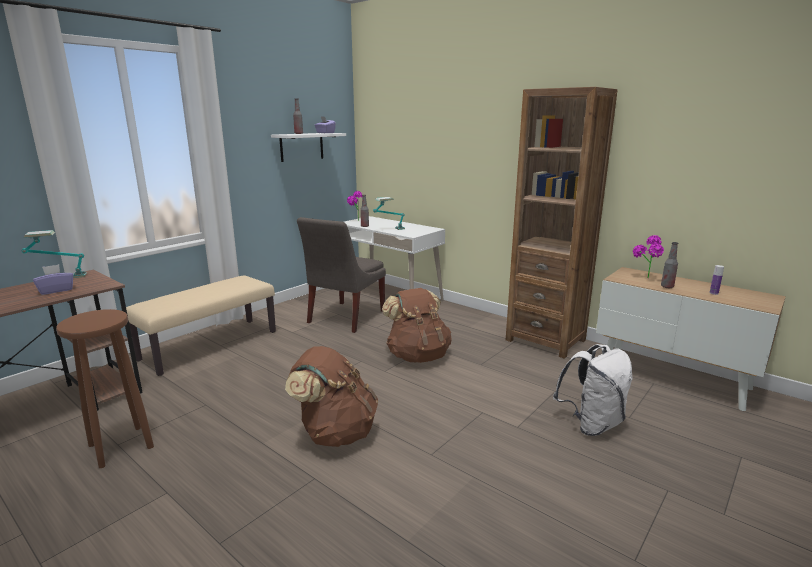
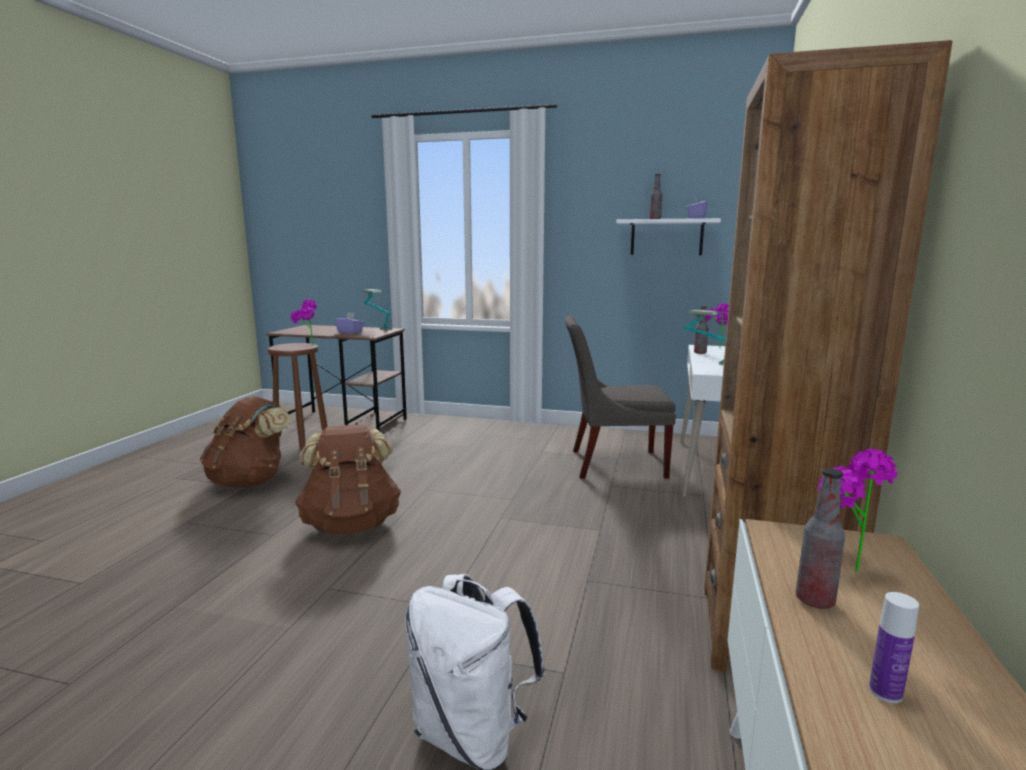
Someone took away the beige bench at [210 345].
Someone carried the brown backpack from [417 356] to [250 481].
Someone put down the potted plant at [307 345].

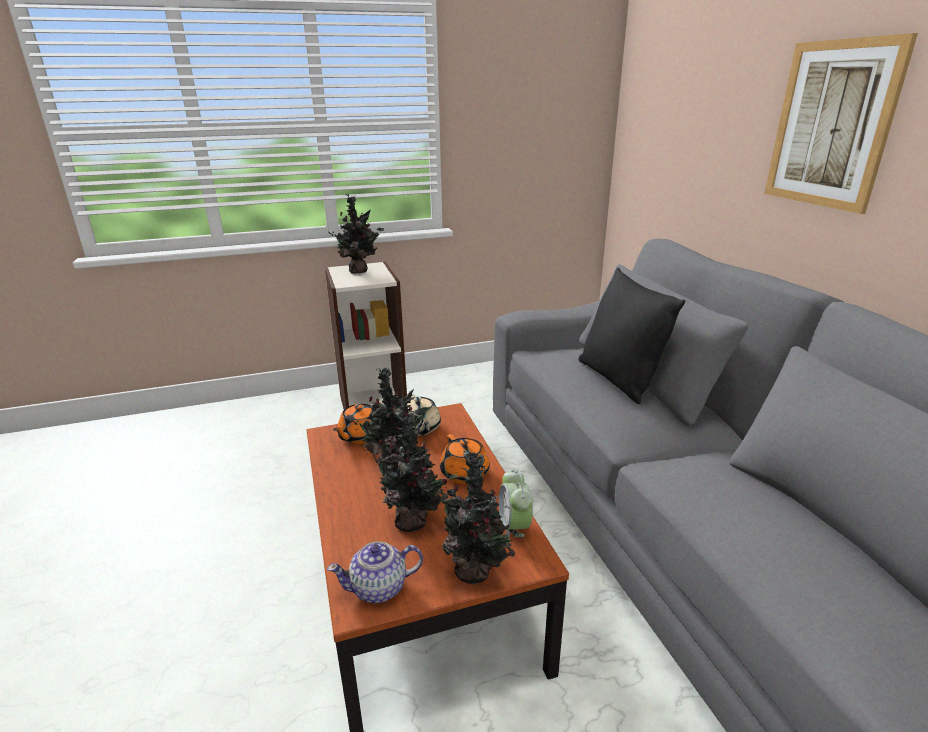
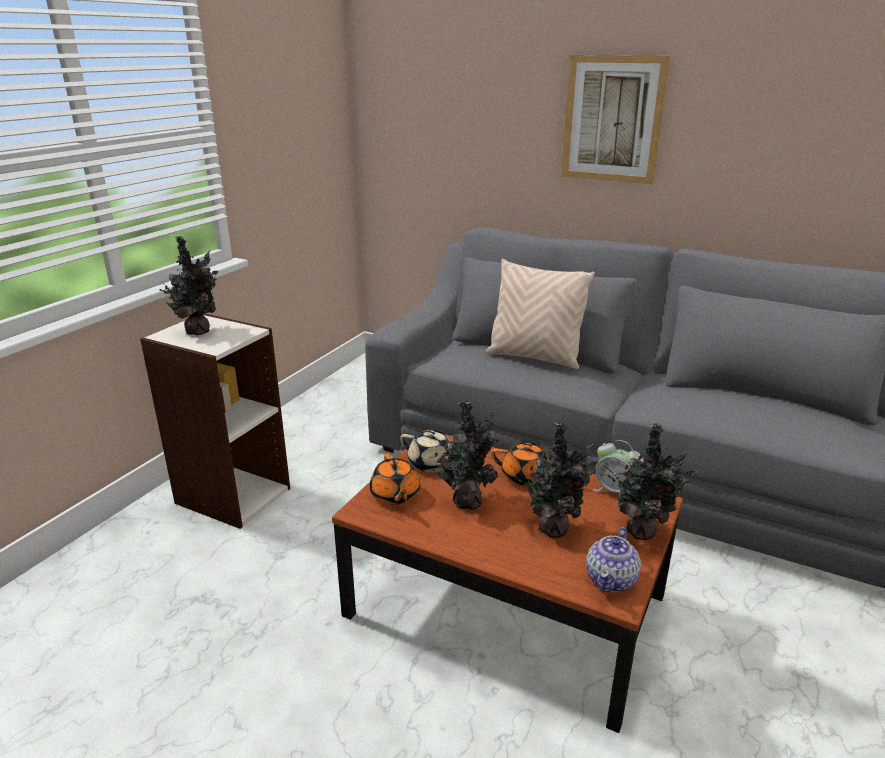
Someone repainted the black pillow at [618 379], which became the beige pillow at [534 357].

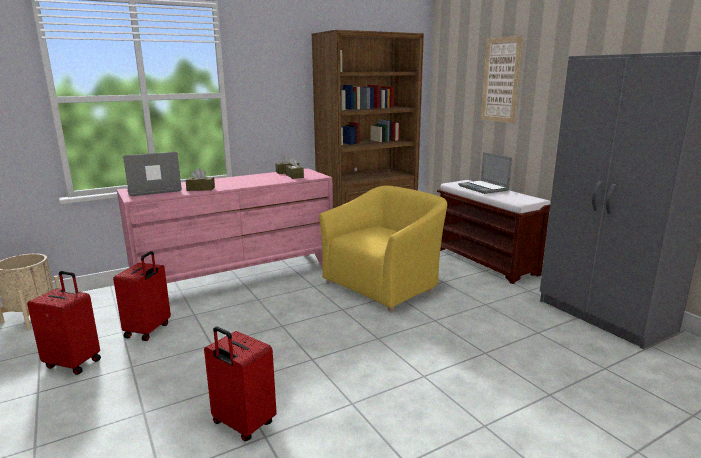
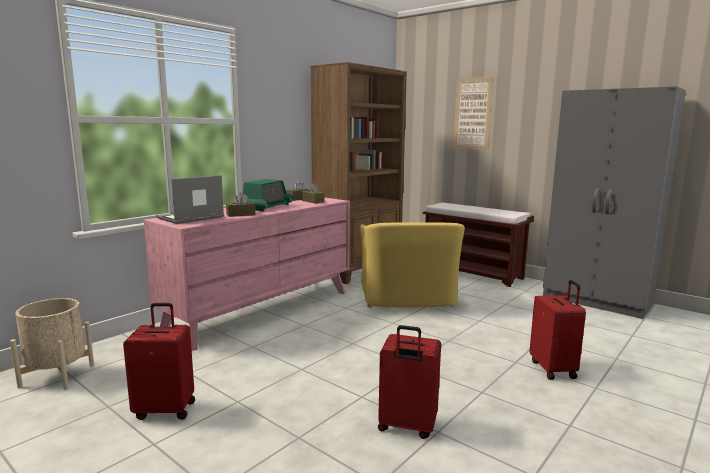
Someone took away the laptop at [484 188].
Someone rotated the yellow armchair at [384 284] by 150 degrees clockwise.
Someone carried the red suitcase from [148 330] to [554 369].
Someone put down the radio at [267 207].

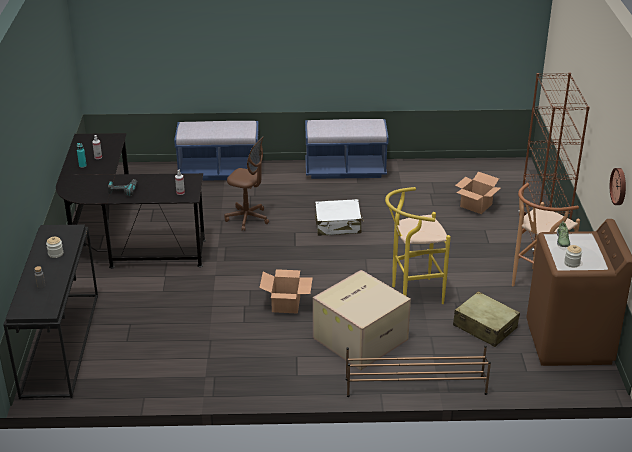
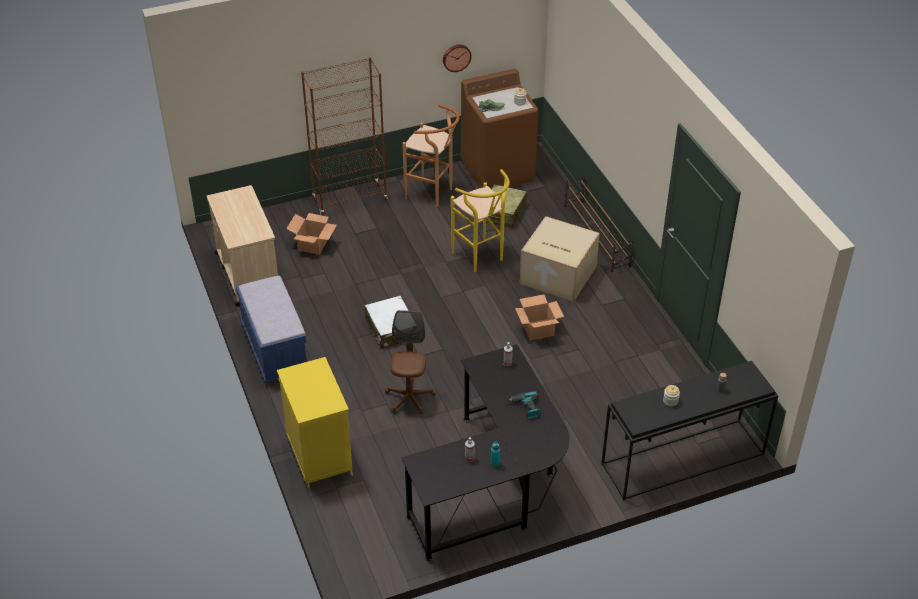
Someone swapped the blue bench at [219 172] for the yellow cabinet at [319 455].
Someone put down the beige cart at [247 273].

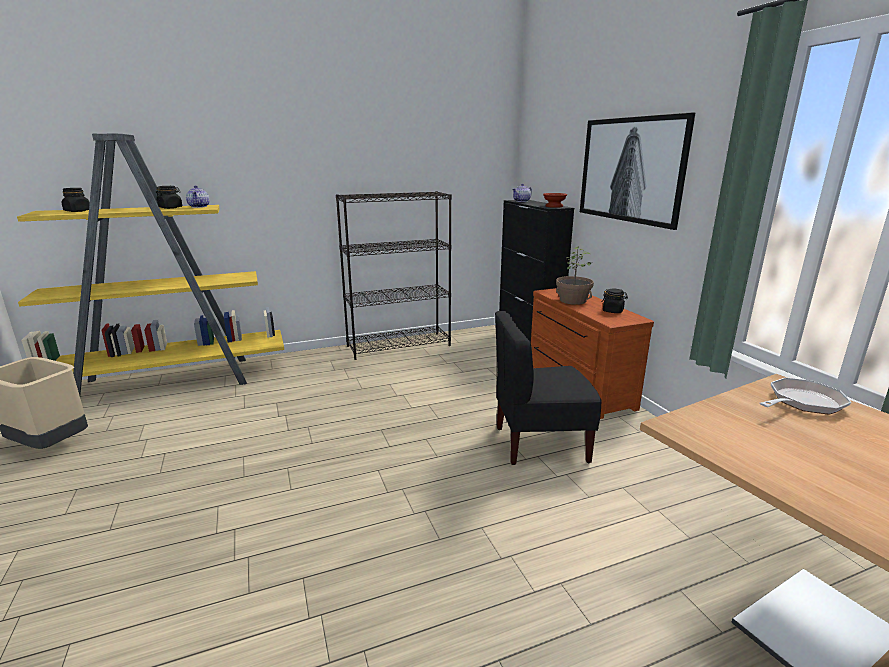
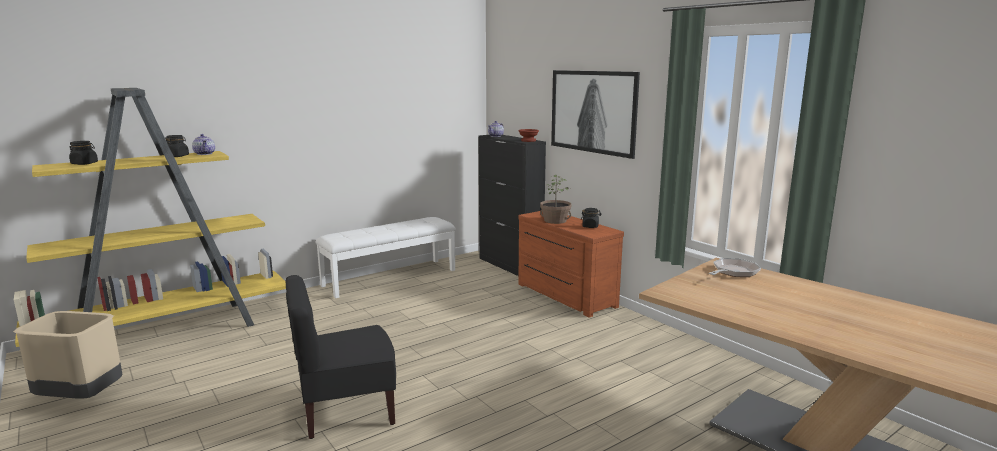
Someone swapped the black bookcase at [399 345] for the white bench at [390 277].
Someone carried the black chair from [540 444] to [347 411].

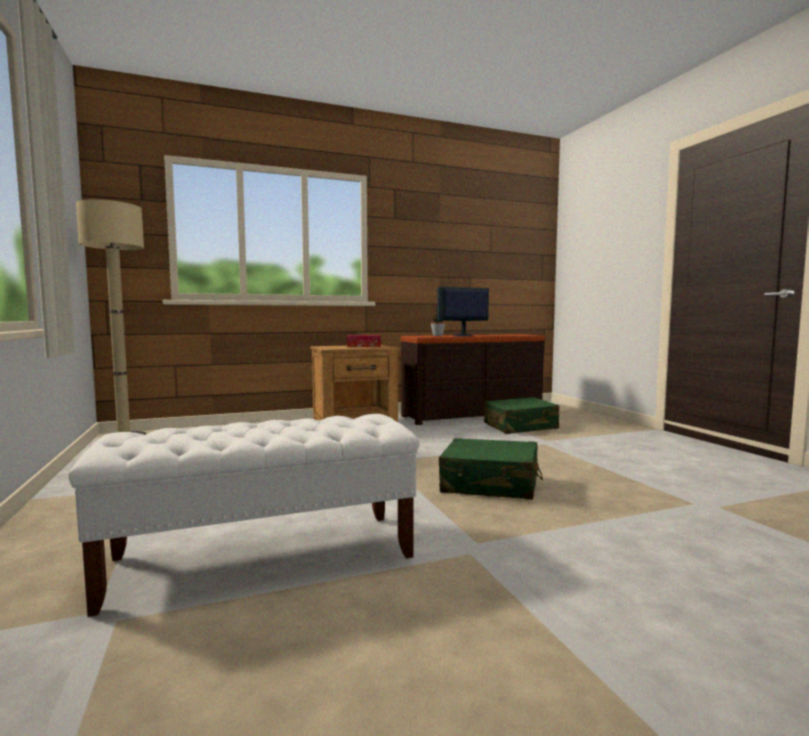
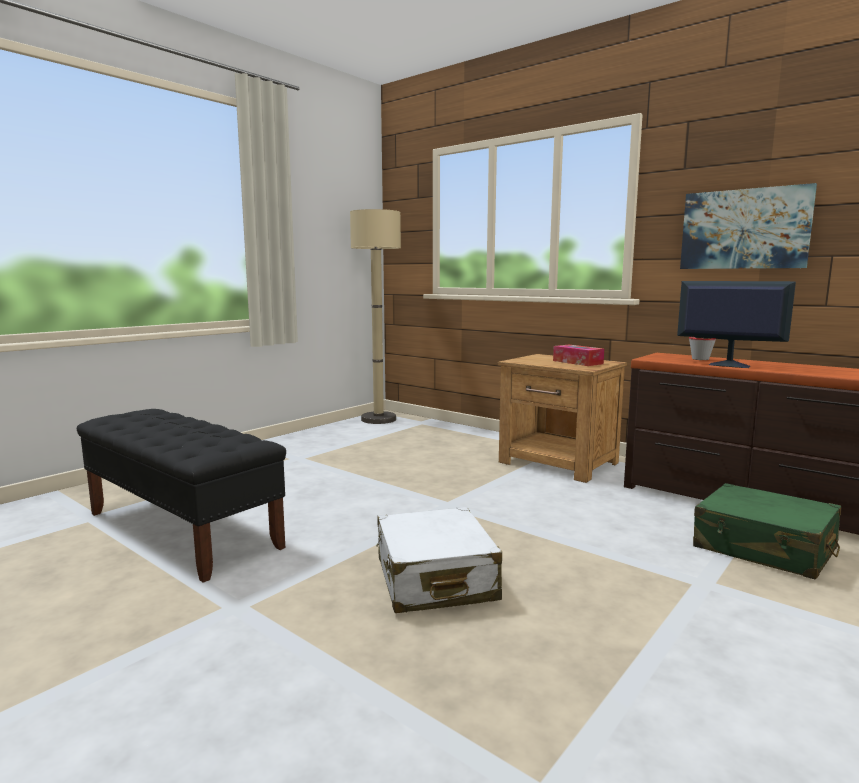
Someone repainted the white bench at [264 557], which became the black bench at [182 530].
Someone repainted the green suitcase at [490 484], which became the white suitcase at [434 579].
Someone put up the picture at [744 229].

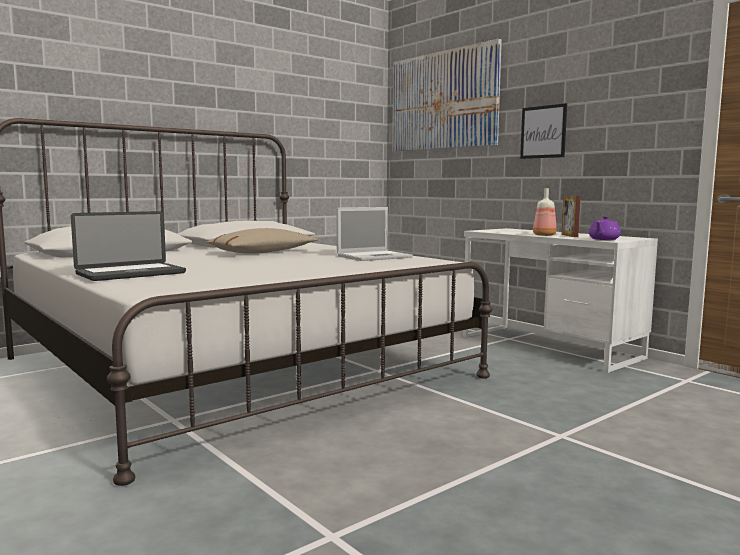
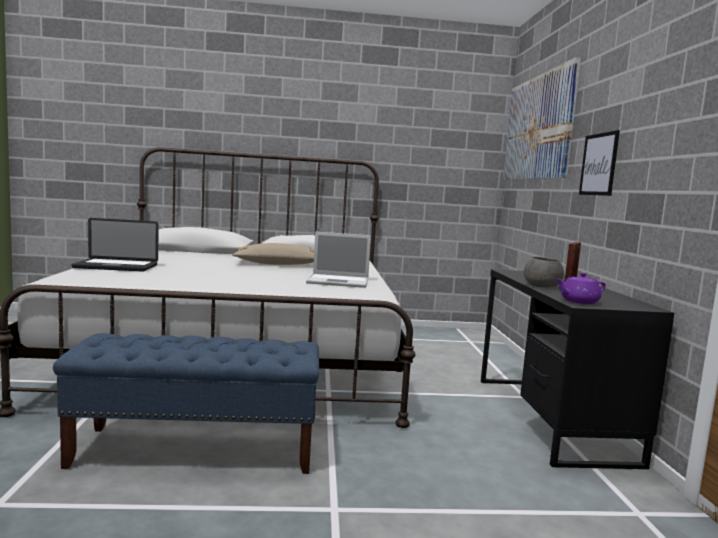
Someone swapped the bottle at [543 235] for the grey bowl at [541 286].
Someone repainted the white desk at [549 346], which became the black desk at [549 418].
Someone put down the blue bench at [198 449].

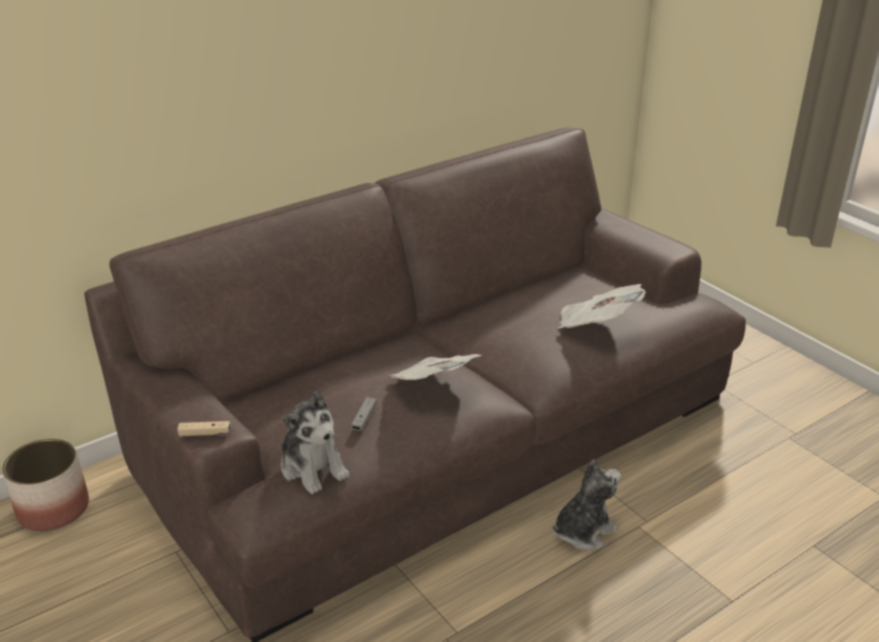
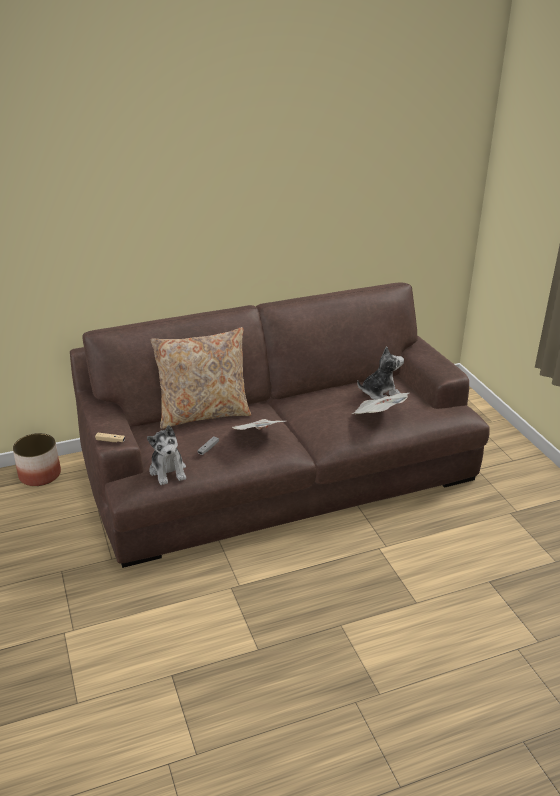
Someone carried the plush toy from [583 531] to [379 392].
Someone put down the beige pillow at [203 413].

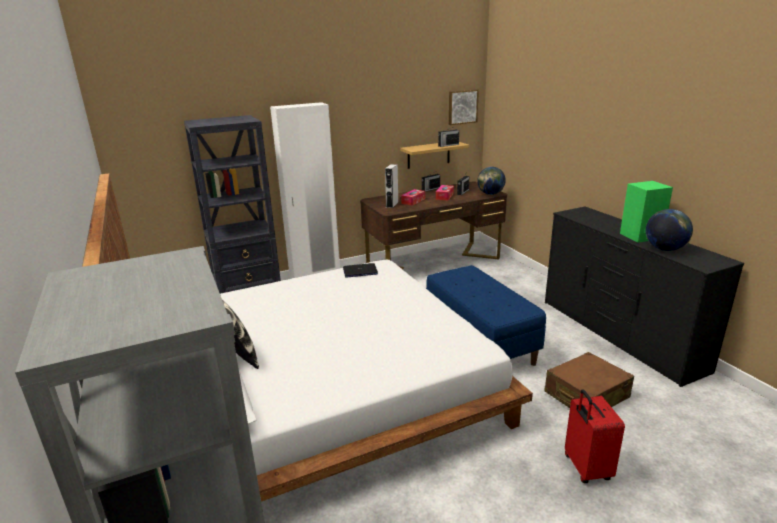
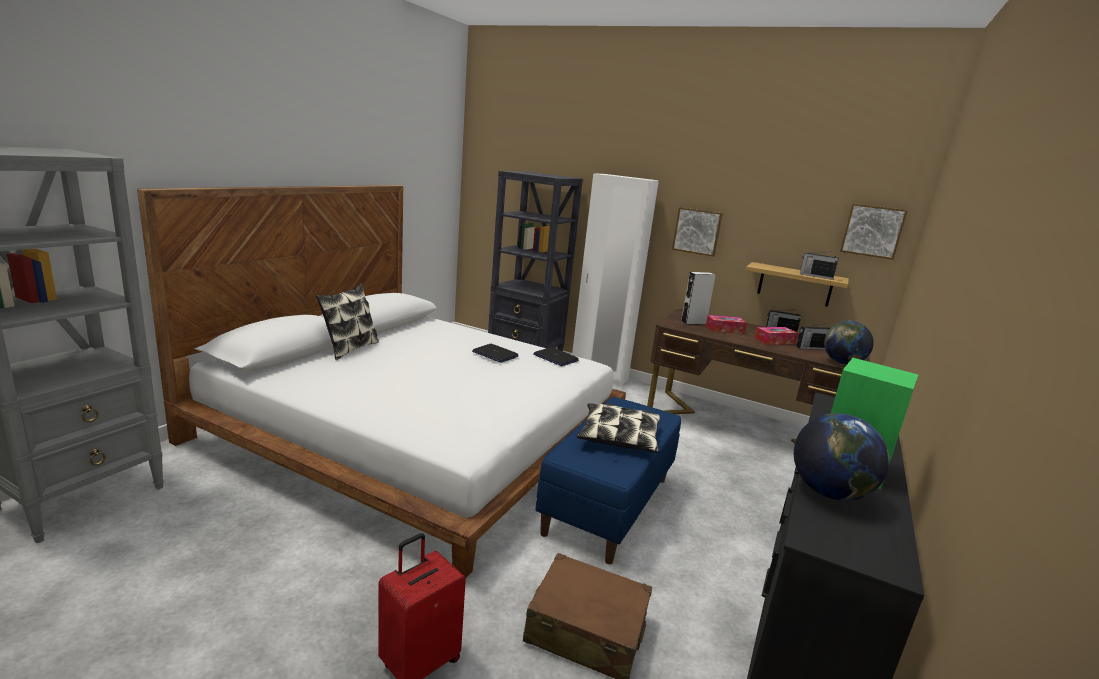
Someone put up the picture at [697 231].
Someone put down the laptop at [495 354].
Someone put down the pillow at [618 437].

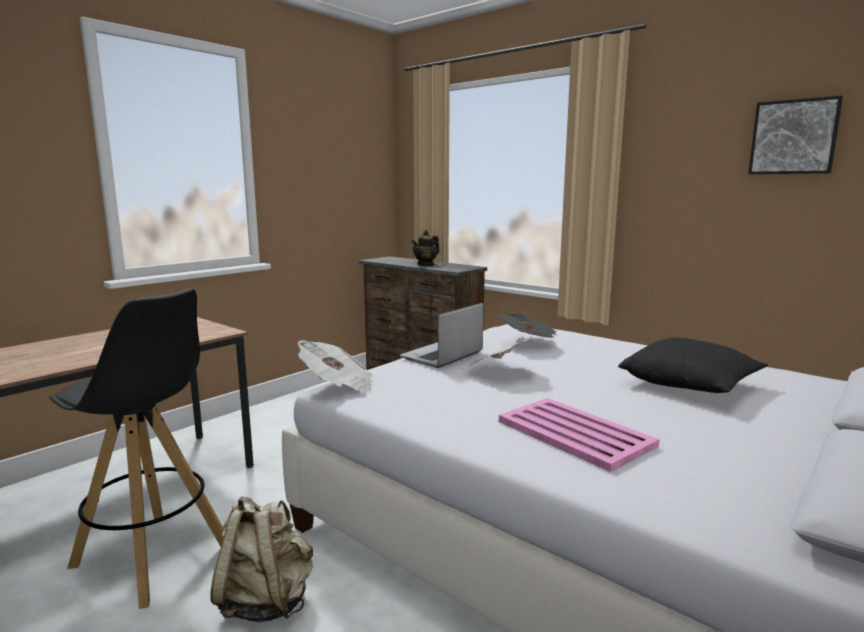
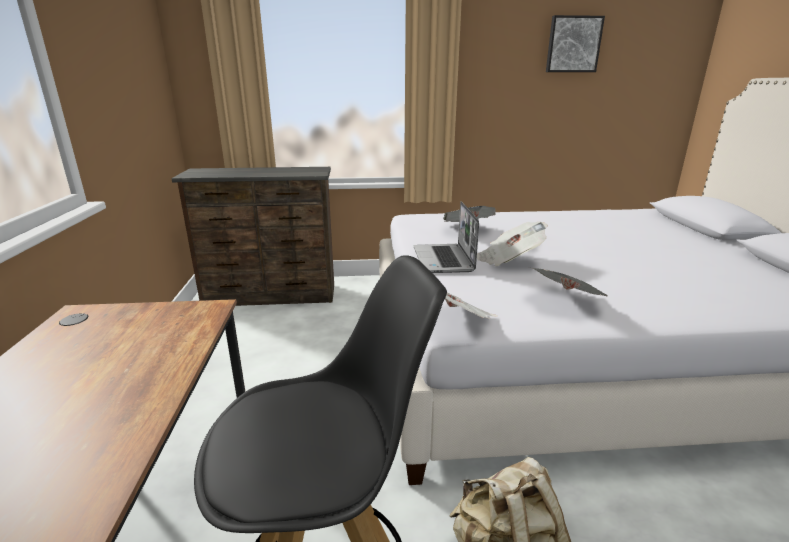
Someone took away the teapot at [426 265].
Someone took away the black pillow at [690 385].
Someone took away the pink tray at [575 434].
Someone put down the newspaper at [567 302].

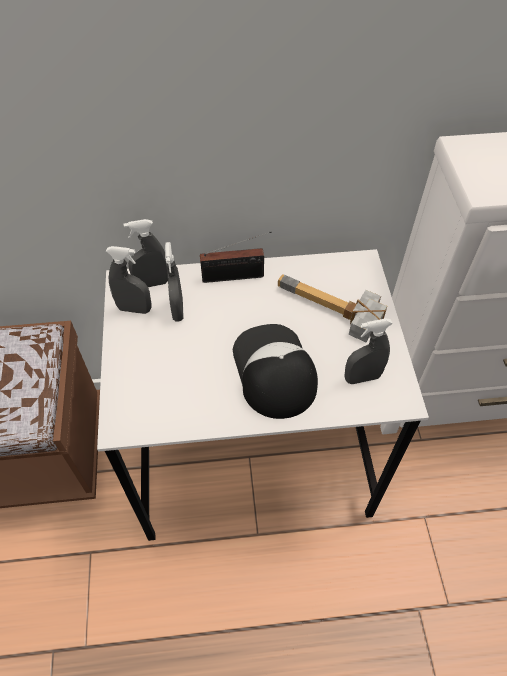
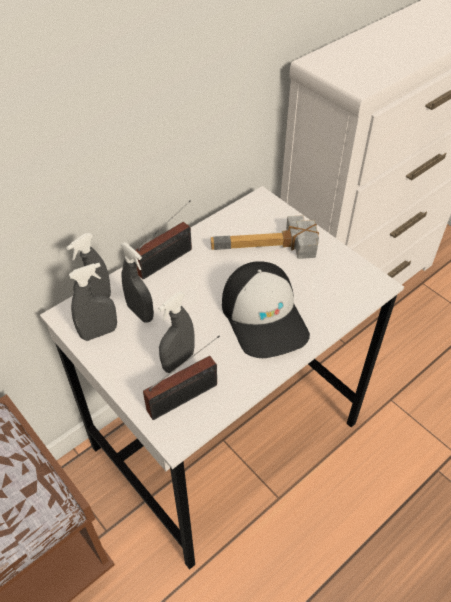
Someone carried the grey spray bottle from [362 377] to [178 361].
Someone rotated the cap at [273 371] by 150 degrees counterclockwise.
Someone put down the radio at [186 396].

